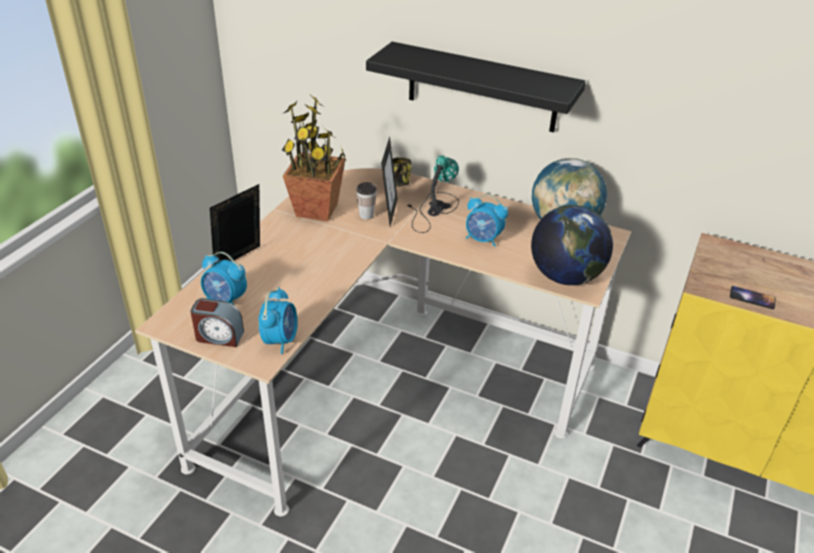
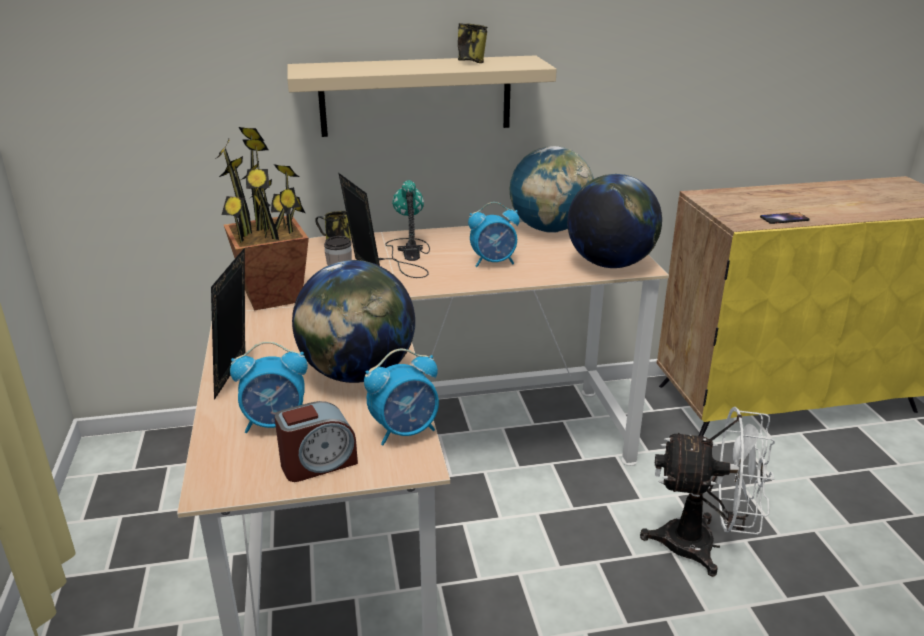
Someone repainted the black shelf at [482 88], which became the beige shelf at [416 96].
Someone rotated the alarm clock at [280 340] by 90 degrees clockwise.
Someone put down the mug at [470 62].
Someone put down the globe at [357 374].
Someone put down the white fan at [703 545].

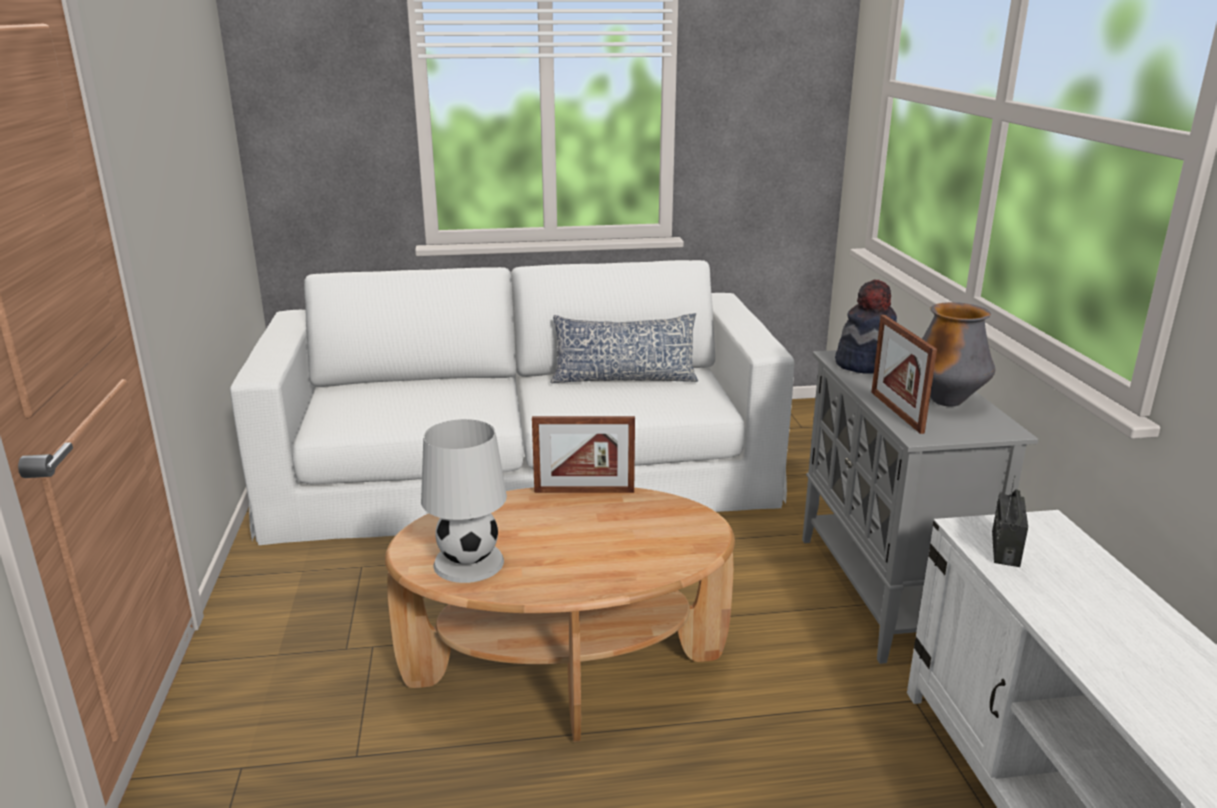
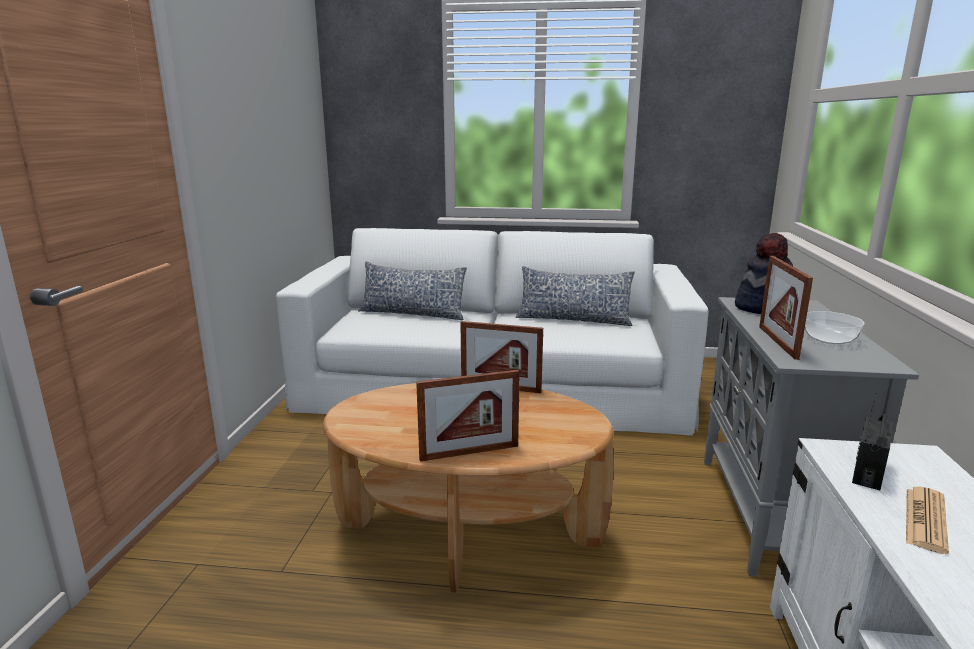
Someone swapped the vase at [946 401] for the bowl at [830 339].
Someone took away the white table lamp at [468 563].
Someone put down the pillow at [412 313].
Someone put down the picture frame at [469 452].
Someone put down the newspaper at [925 520].

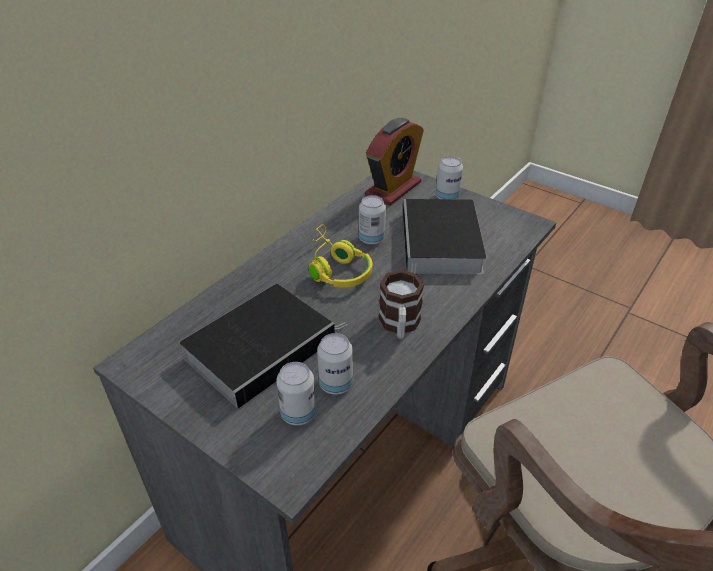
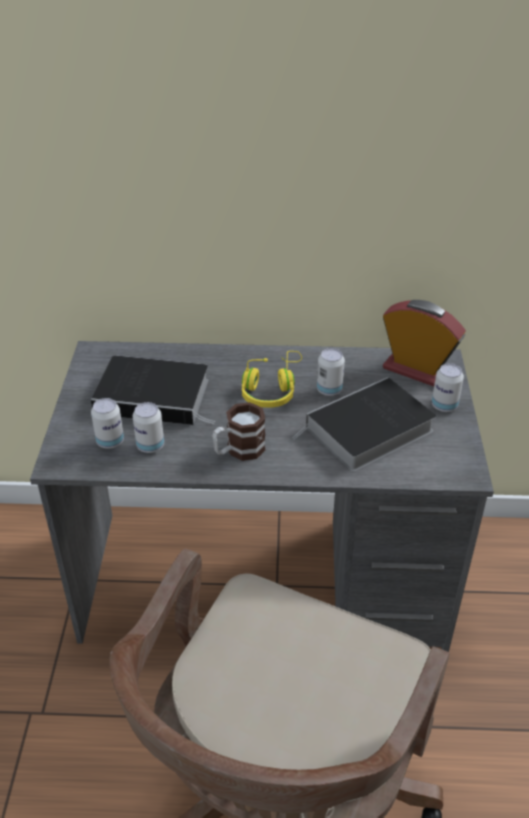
Someone rotated the alarm clock at [393 189] by 150 degrees counterclockwise.

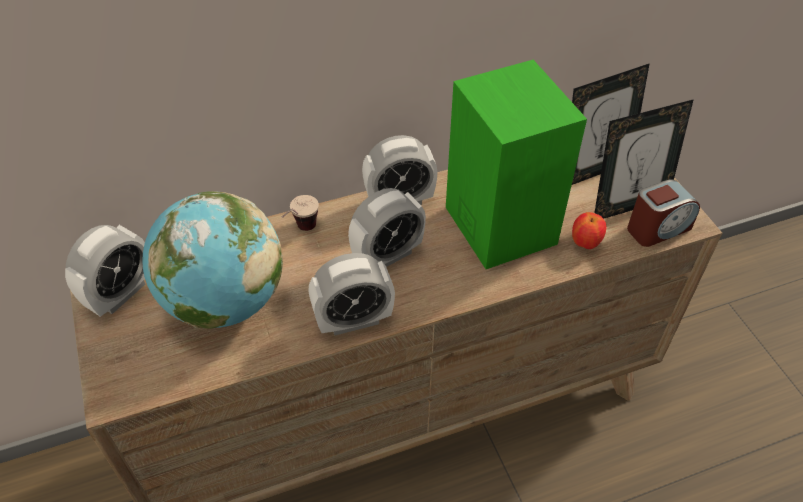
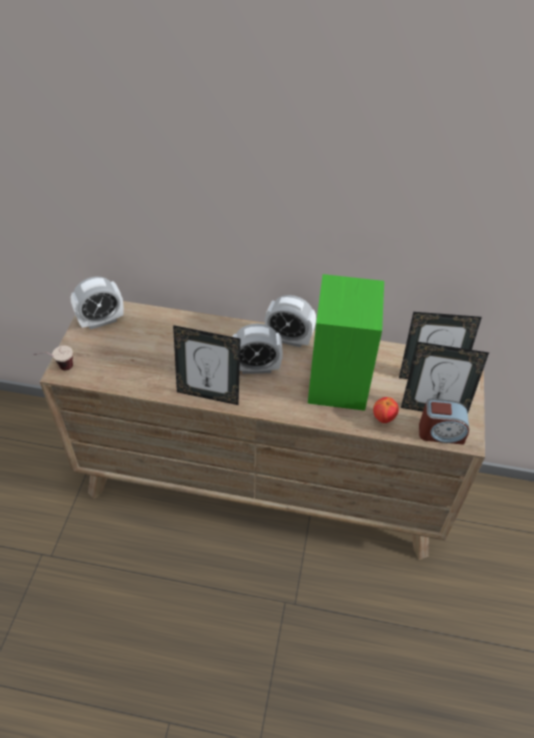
Someone took away the globe at [224 301].
Someone carried the cup from [301 232] to [58 369].
Someone swapped the alarm clock at [353 320] for the picture frame at [209 394].

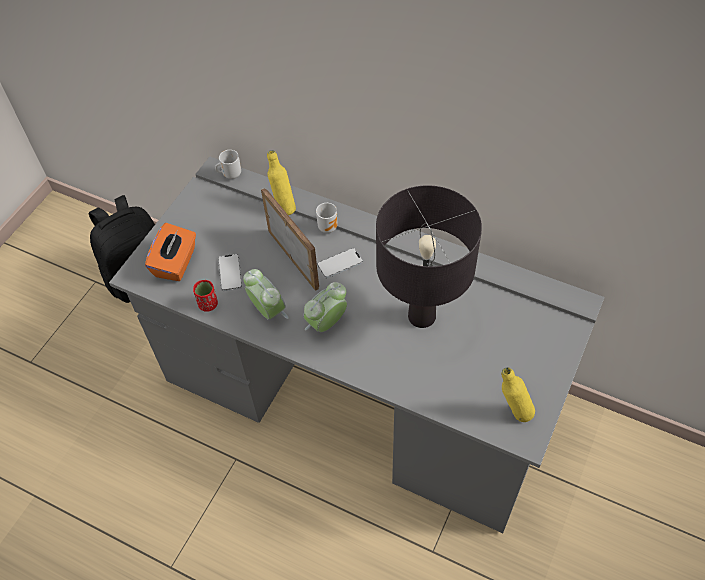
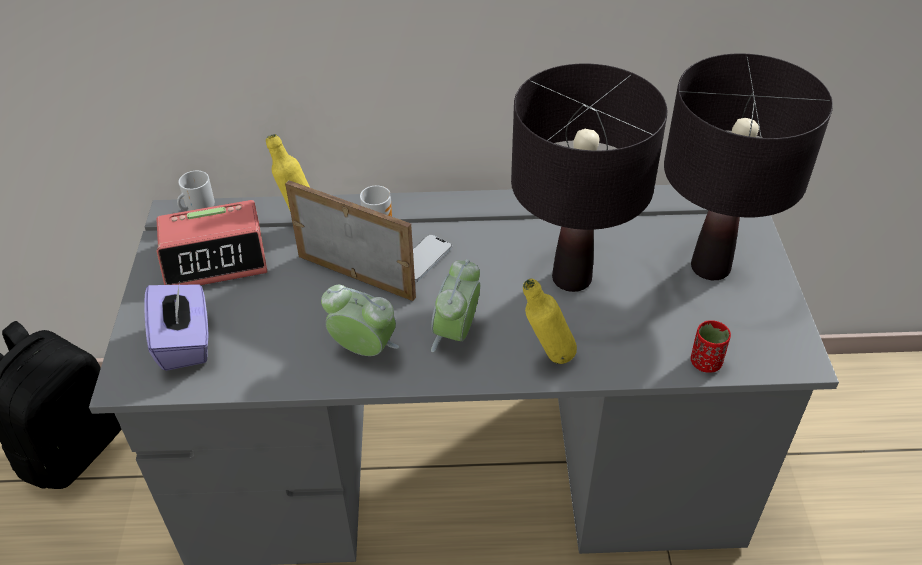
Someone repainted the orange tissue box at [176 263], which became the purple tissue box at [185 342].
Someone took away the phone at [230 273].
Someone carried the red cup from [208 304] to [705 362].
Someone carried the yellow bottle from [512 413] to [547 359].
Someone put down the black table lamp at [710 267].
Someone put down the alarm clock at [215 256].

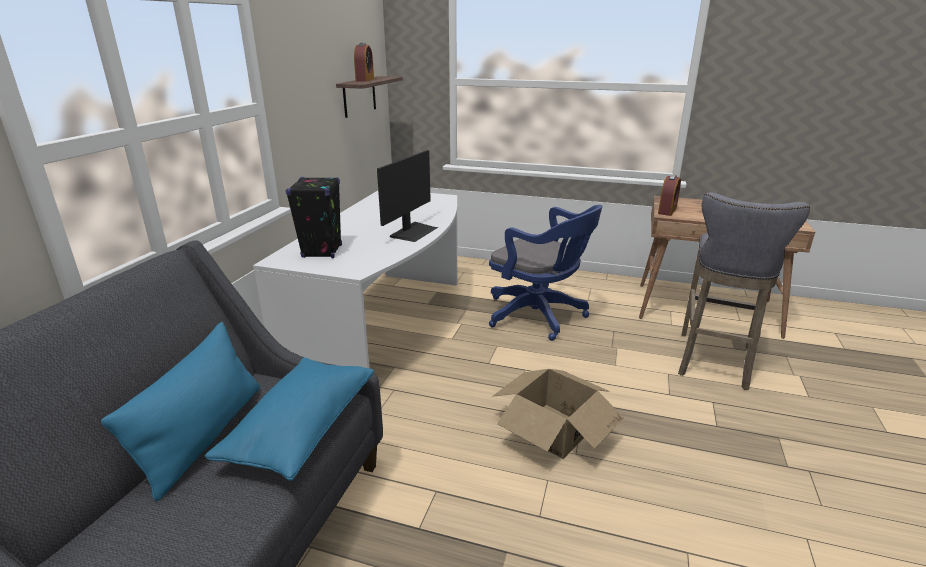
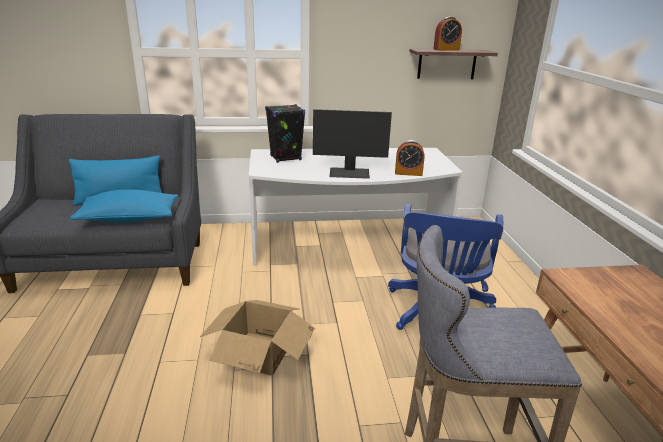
Someone carried the alarm clock from [667 211] to [408 173].

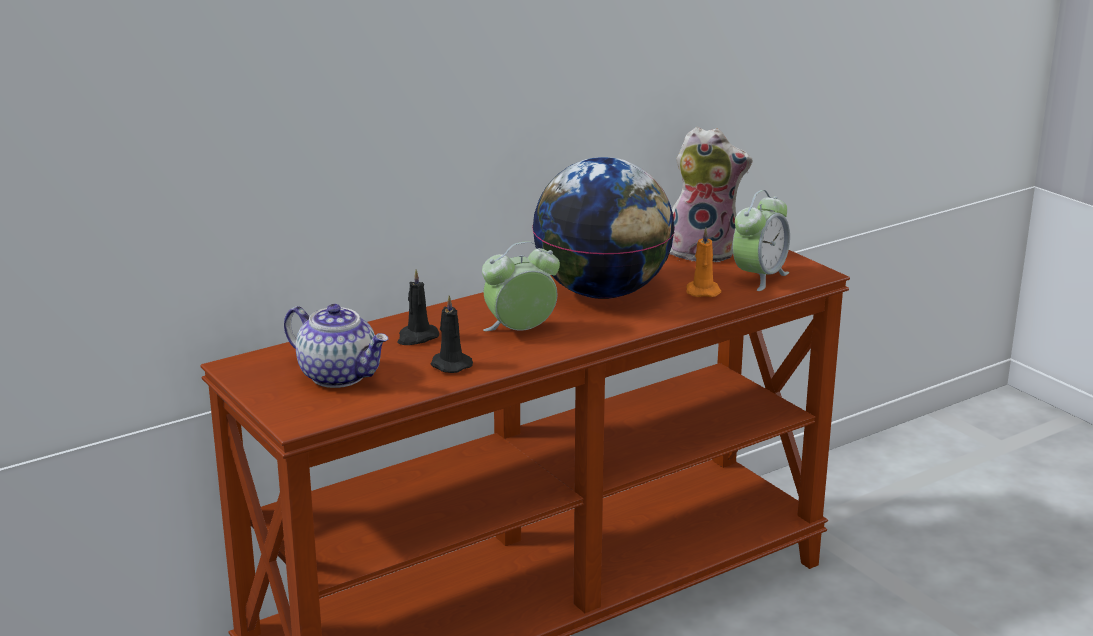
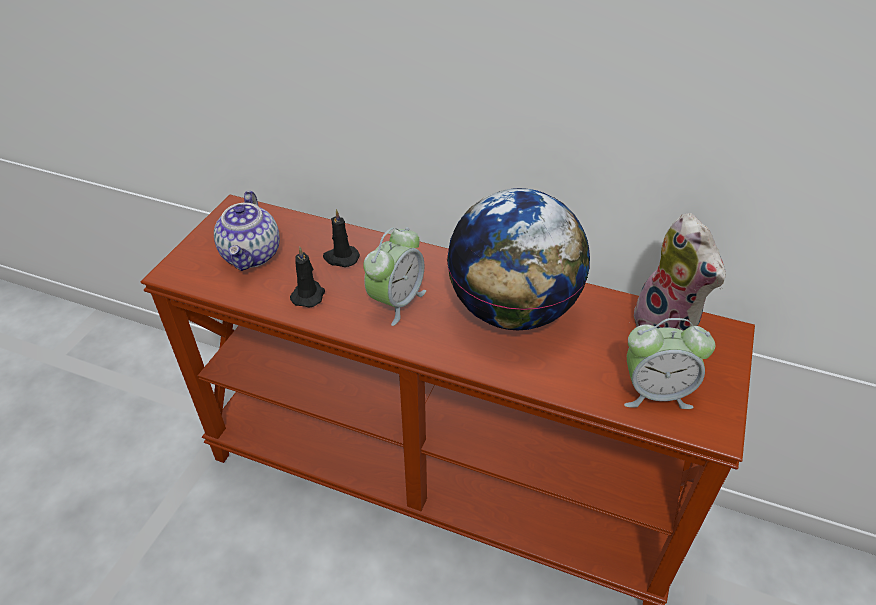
Someone took away the orange candle at [702 291].
Someone rotated the alarm clock at [520 332] by 90 degrees clockwise.

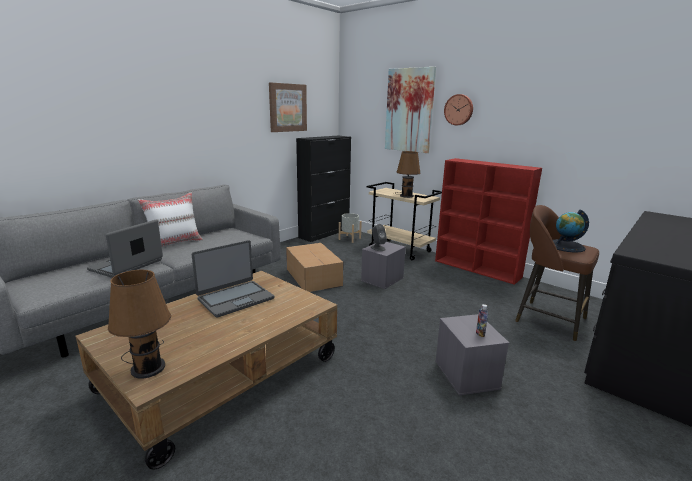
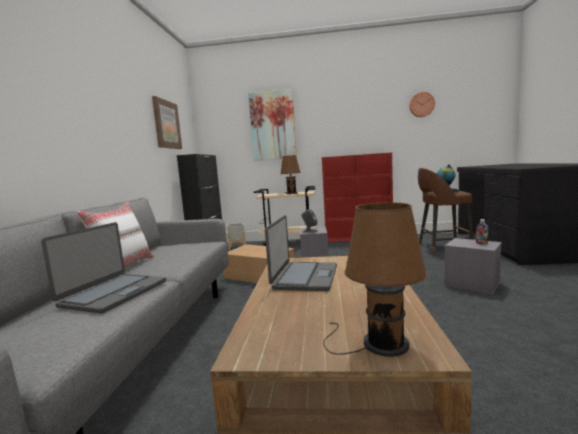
Someone carried the wall clock from [459 110] to [421 104].
Someone rotated the laptop at [127 265] by 150 degrees counterclockwise.

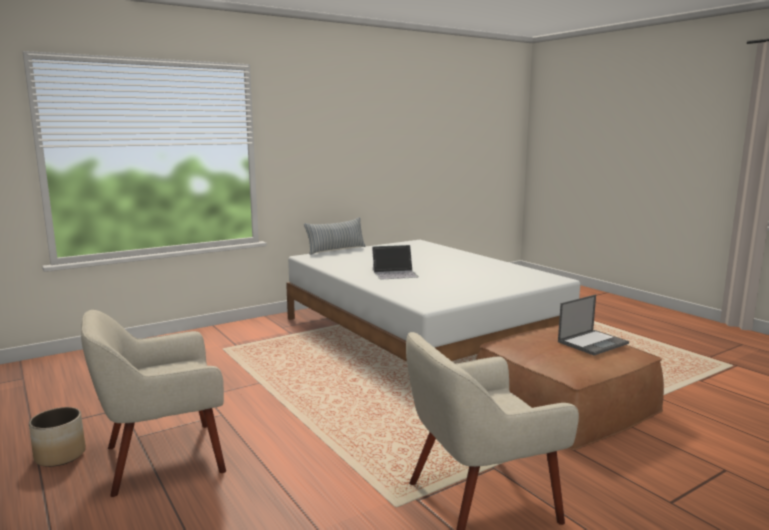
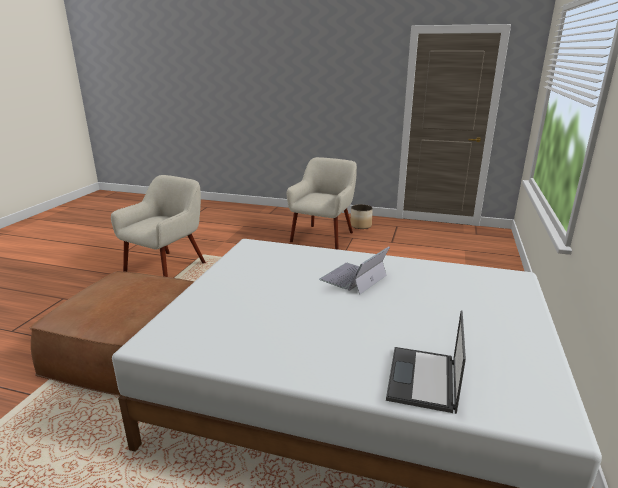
Someone took away the pillow at [336 250].
Someone carried the laptop from [593 342] to [423 380].

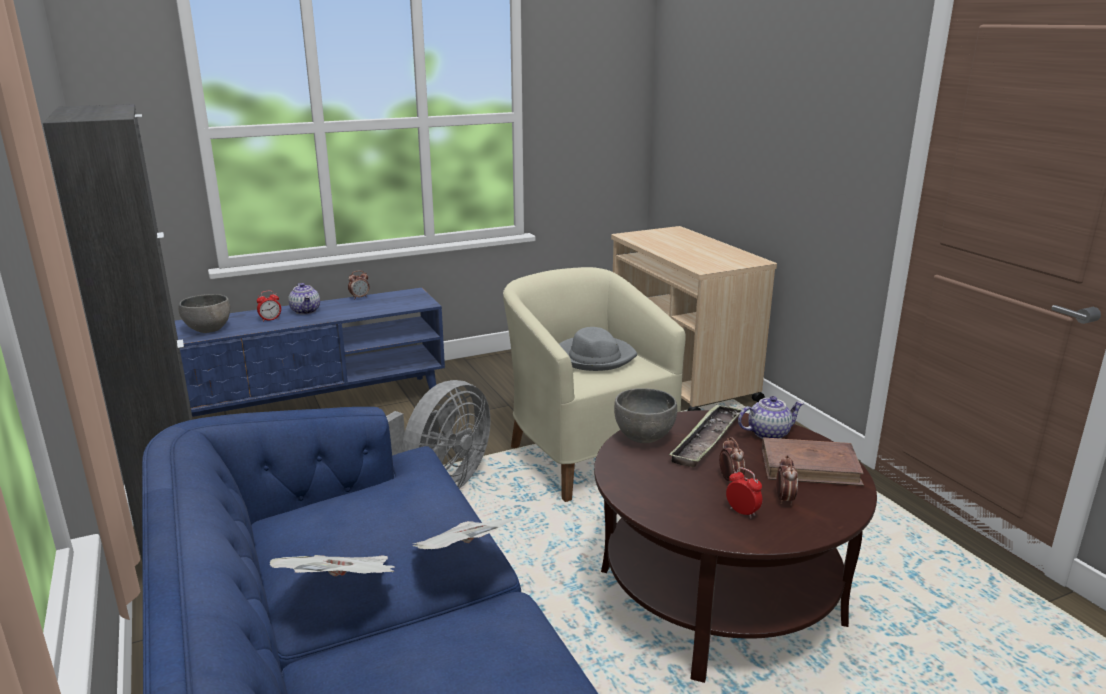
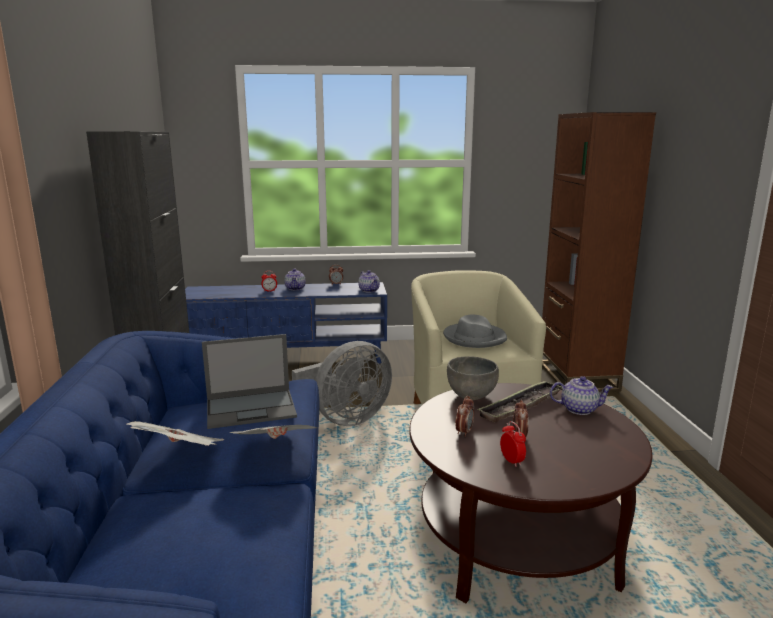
Someone swapped the beige cart at [682 379] for the brown bookcase at [576 376].
Someone took away the grey bowl at [209 329].
Someone took away the brown book at [810 467].
Someone carried the alarm clock from [784 499] to [464 432].
Someone put down the teapot at [369 290].
Someone put down the laptop at [252 408].

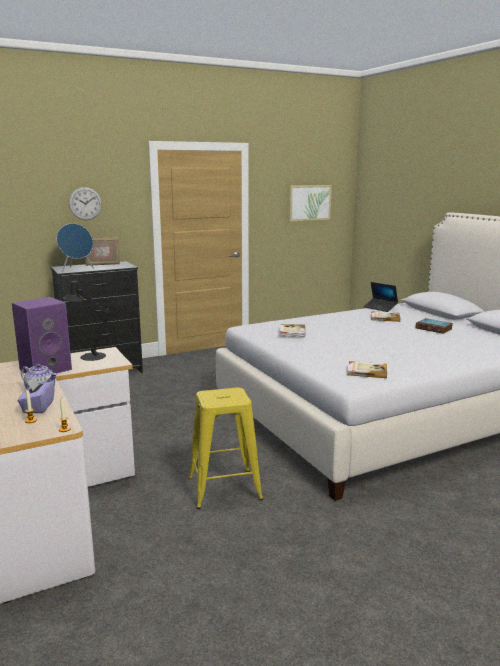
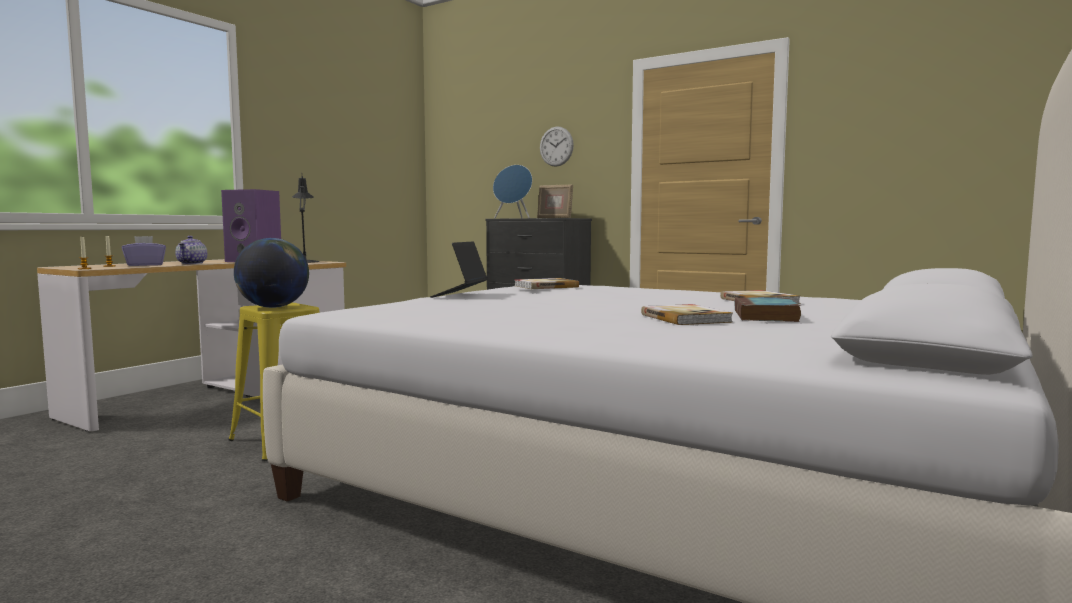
Someone took away the picture at [309 202].
Someone carried the laptop from [380 308] to [460 295].
Someone carried the book from [366 371] to [686 318].
Someone put down the globe at [273 307].

